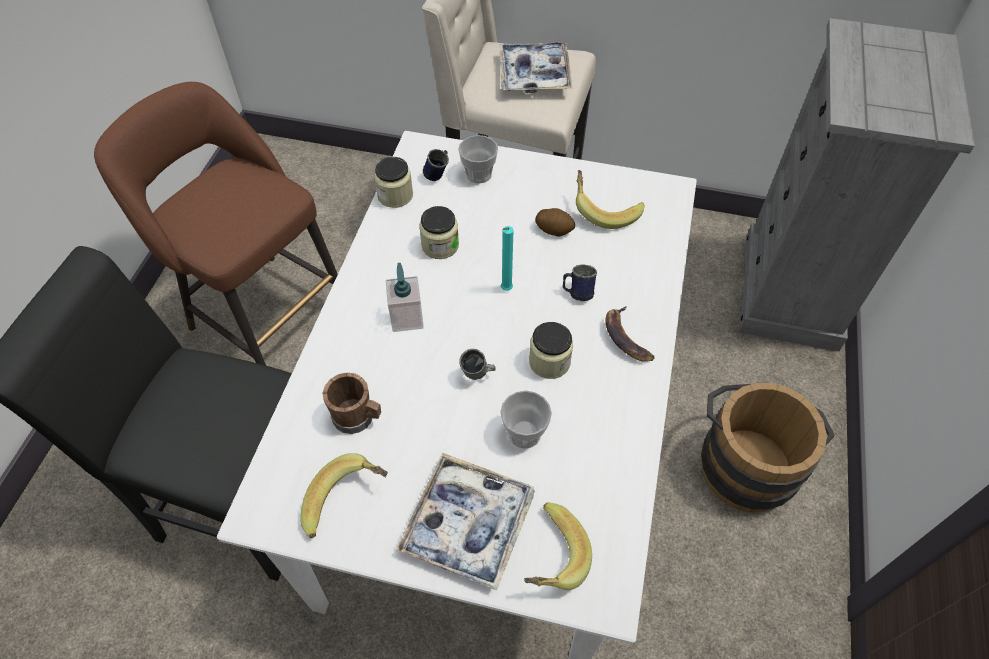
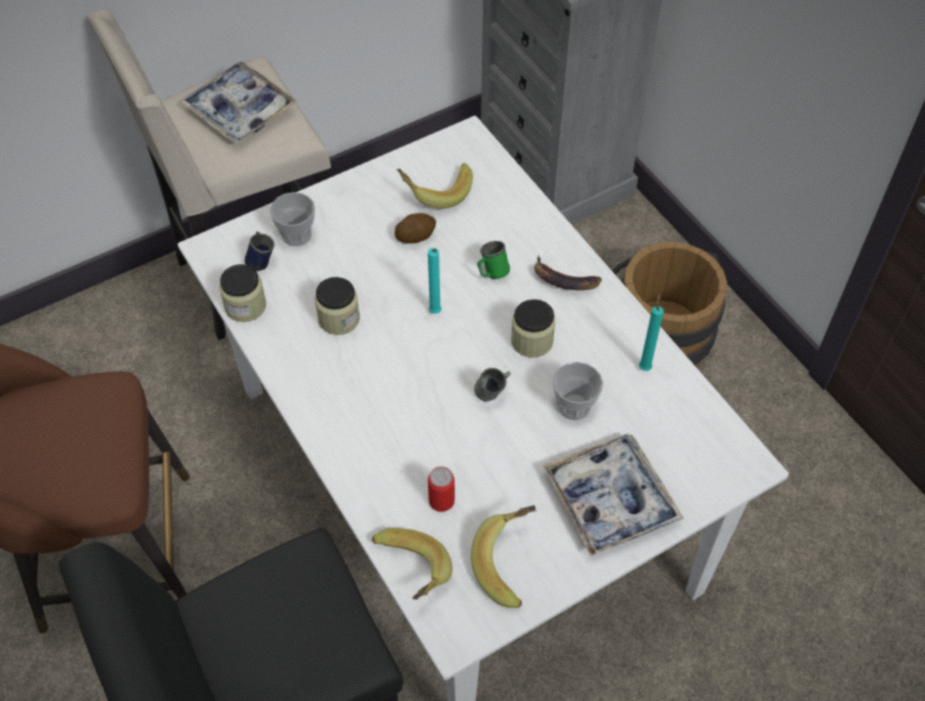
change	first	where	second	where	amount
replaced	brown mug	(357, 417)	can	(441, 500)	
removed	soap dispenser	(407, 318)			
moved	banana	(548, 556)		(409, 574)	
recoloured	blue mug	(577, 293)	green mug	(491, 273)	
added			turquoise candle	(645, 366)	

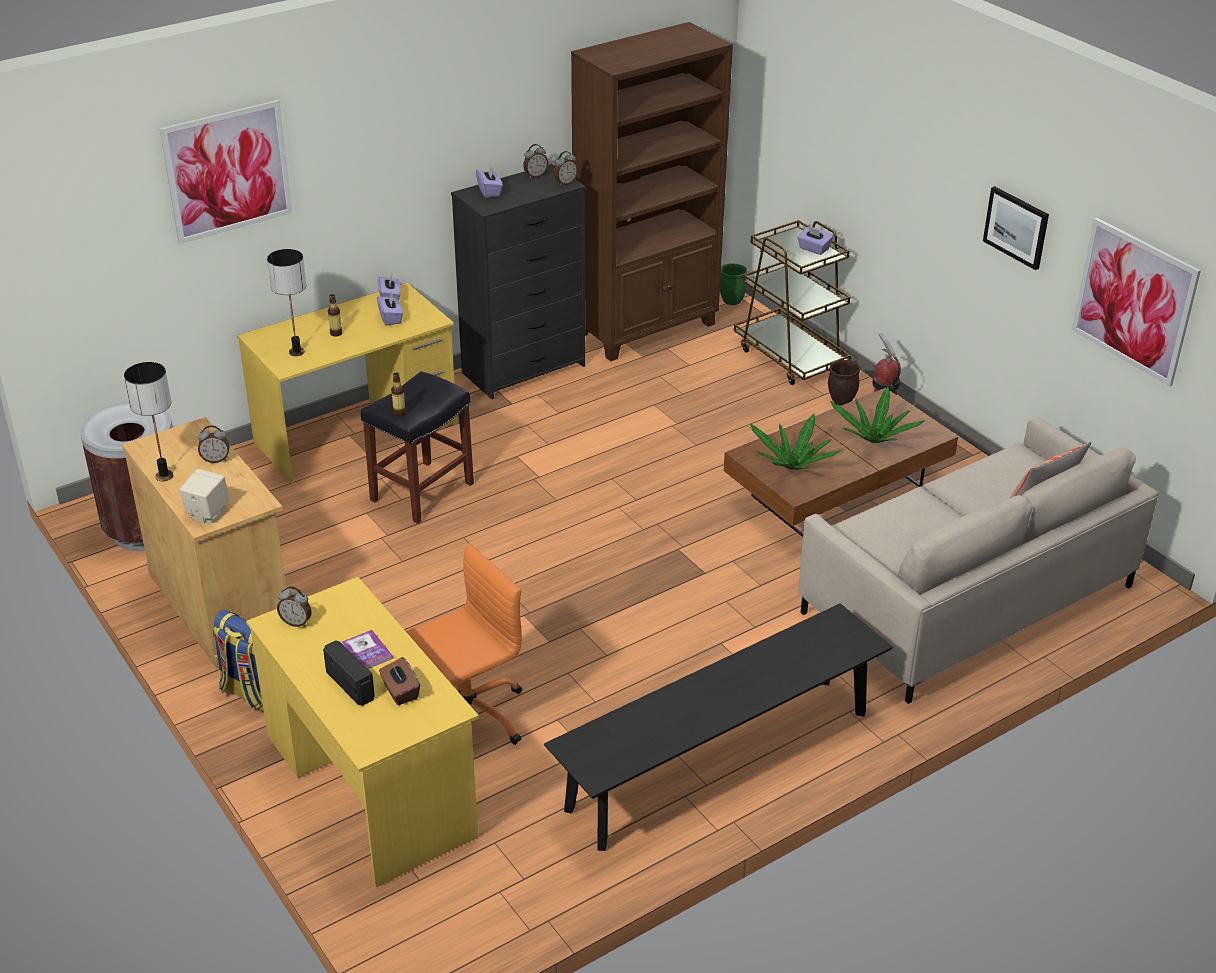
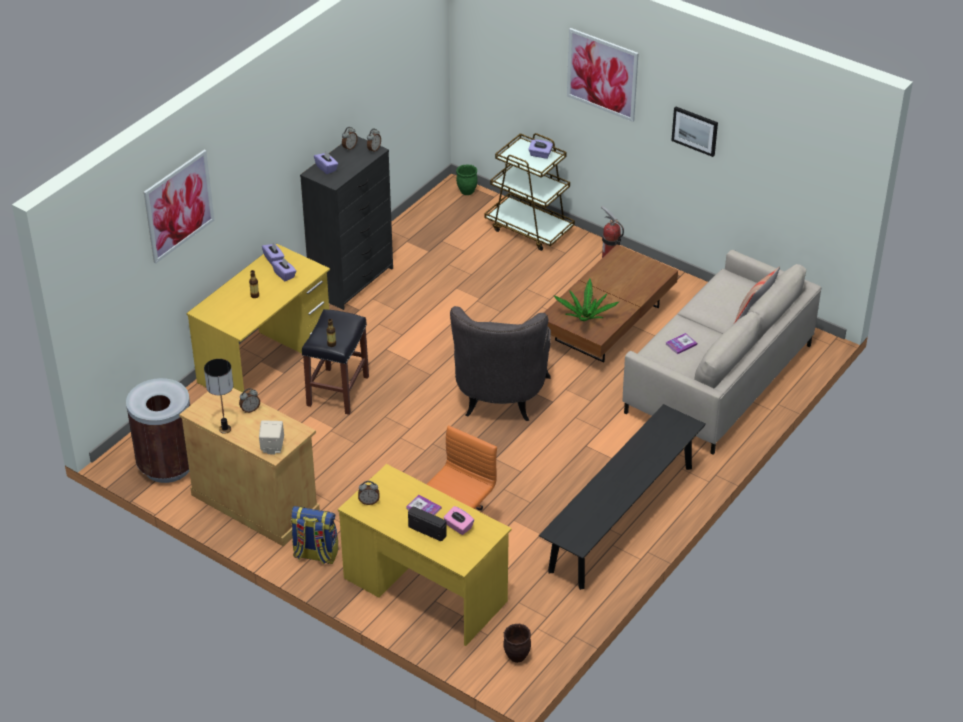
change	first	where	second	where	amount
removed	table lamp	(296, 352)			
recoloured	brown tissue box	(400, 692)	pink tissue box	(458, 527)	
removed	brown bookcase	(647, 329)			
moved	brown planter	(841, 400)		(516, 656)	
removed	potted plant	(873, 439)			
moved	picture	(1134, 301)		(602, 74)	
added			grey armchair	(500, 399)	
added			book	(681, 344)	

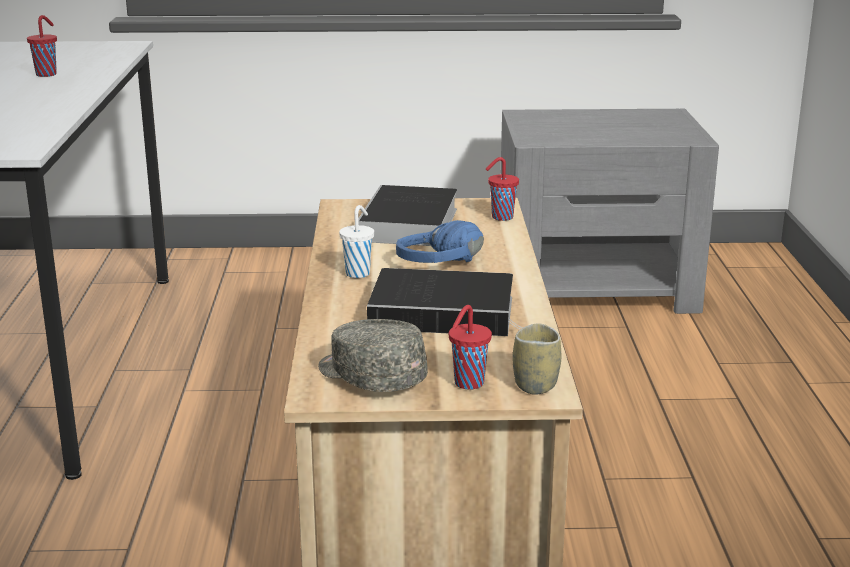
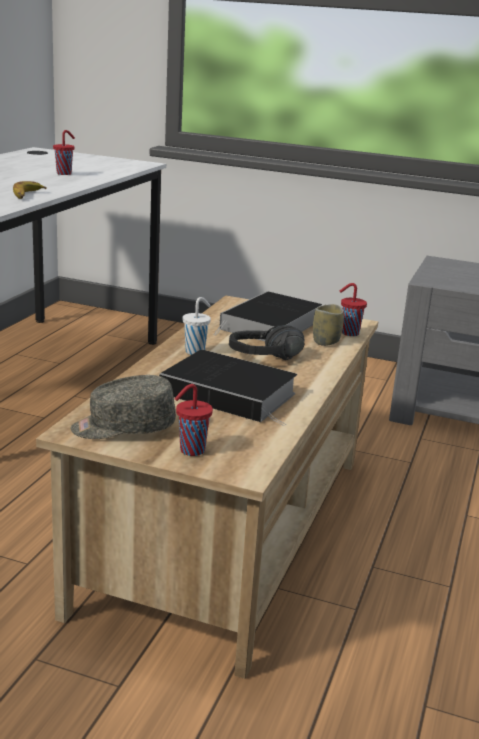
change	first	where	second	where	amount
turned	grey cap	(370, 377)		(123, 428)	75 degrees counterclockwise
recoloured	blue headphones	(449, 267)	black headphones	(269, 361)	
moved	cup	(535, 385)		(326, 341)	
added			banana	(27, 195)	

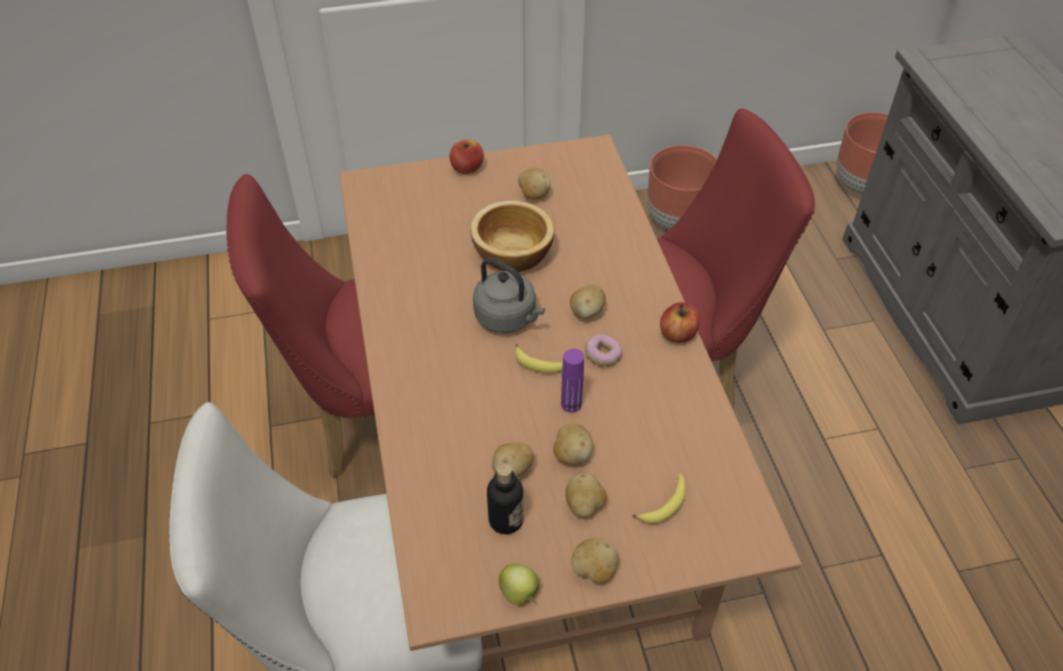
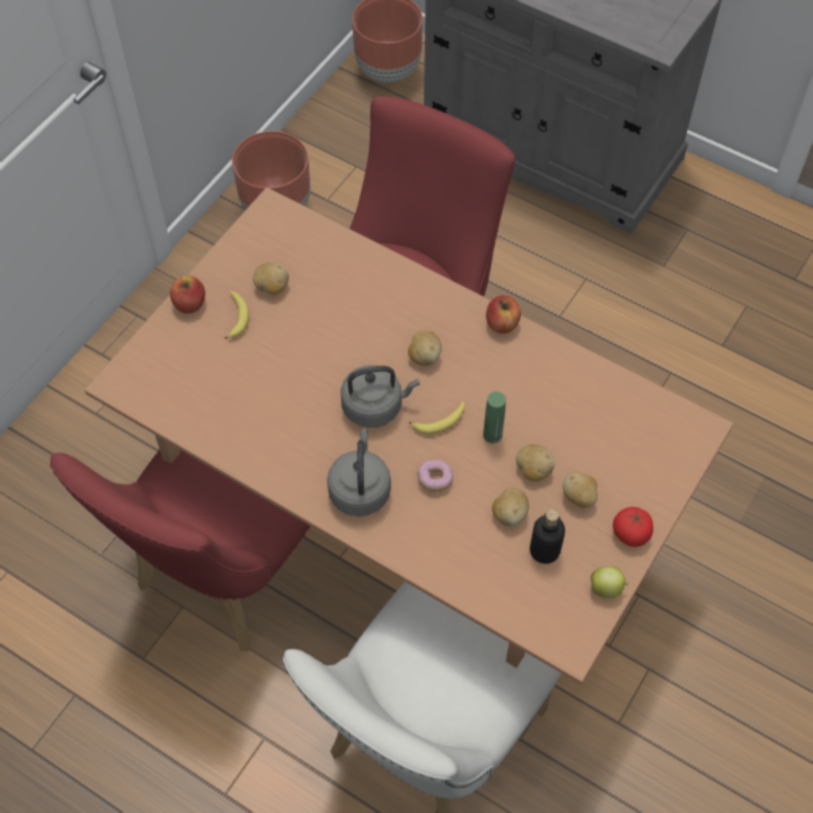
change	first	where	second	where	amount
removed	bowl	(511, 254)			
recoloured	purple bottle	(571, 404)	green bottle	(492, 435)	
replaced	potato	(594, 570)	tomato	(631, 533)	
moved	donut	(603, 356)		(435, 479)	
moved	banana	(665, 505)		(237, 317)	
added			grey kettle	(360, 489)	

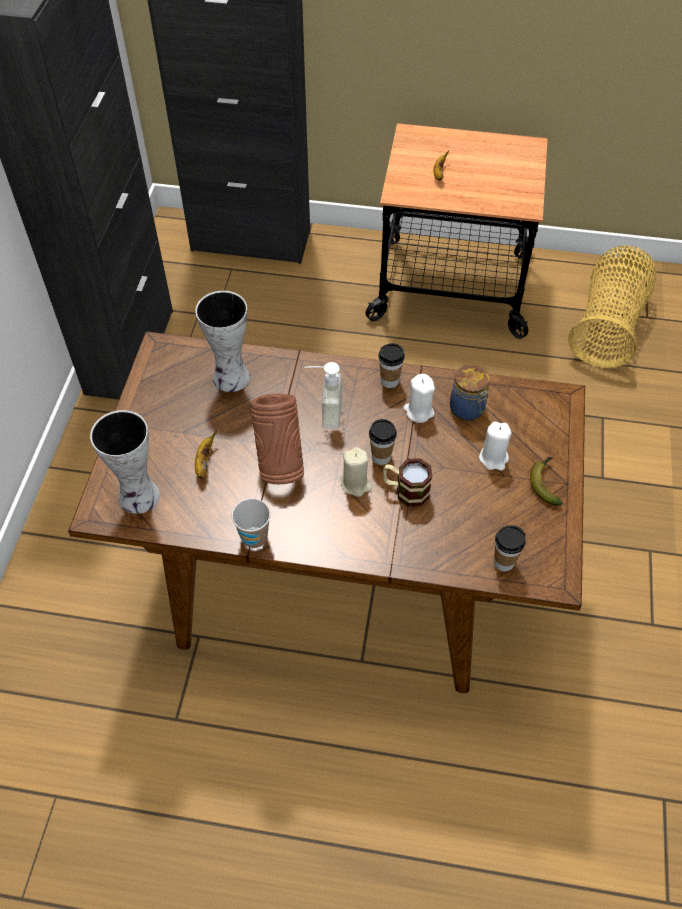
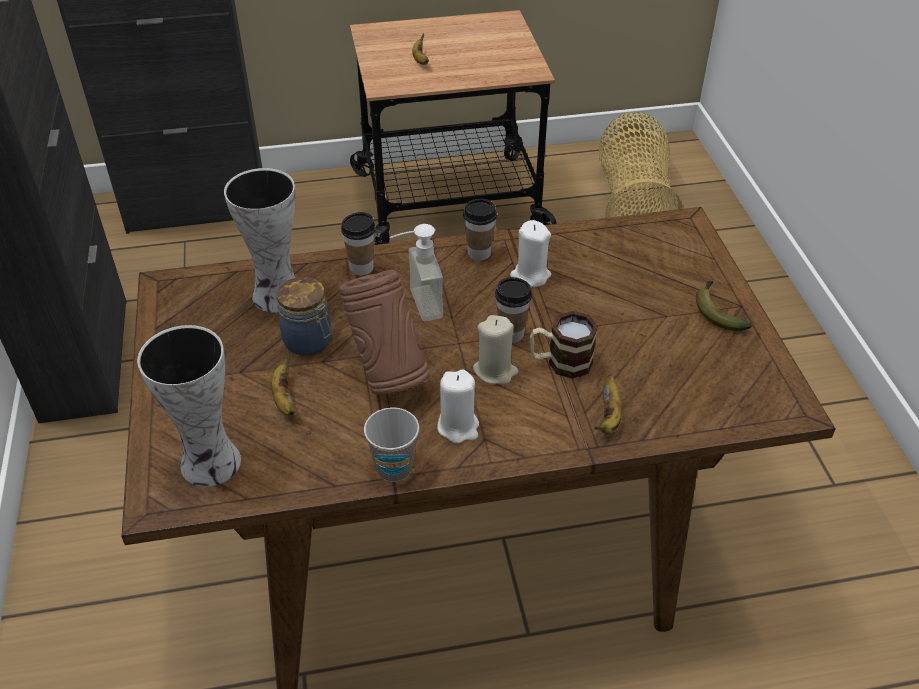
change	first	where	second	where	amount
moved	jar	(468, 410)		(309, 342)	
moved	white candle	(493, 458)		(458, 427)	
moved	cup	(503, 562)		(361, 268)	
added			banana	(608, 417)	

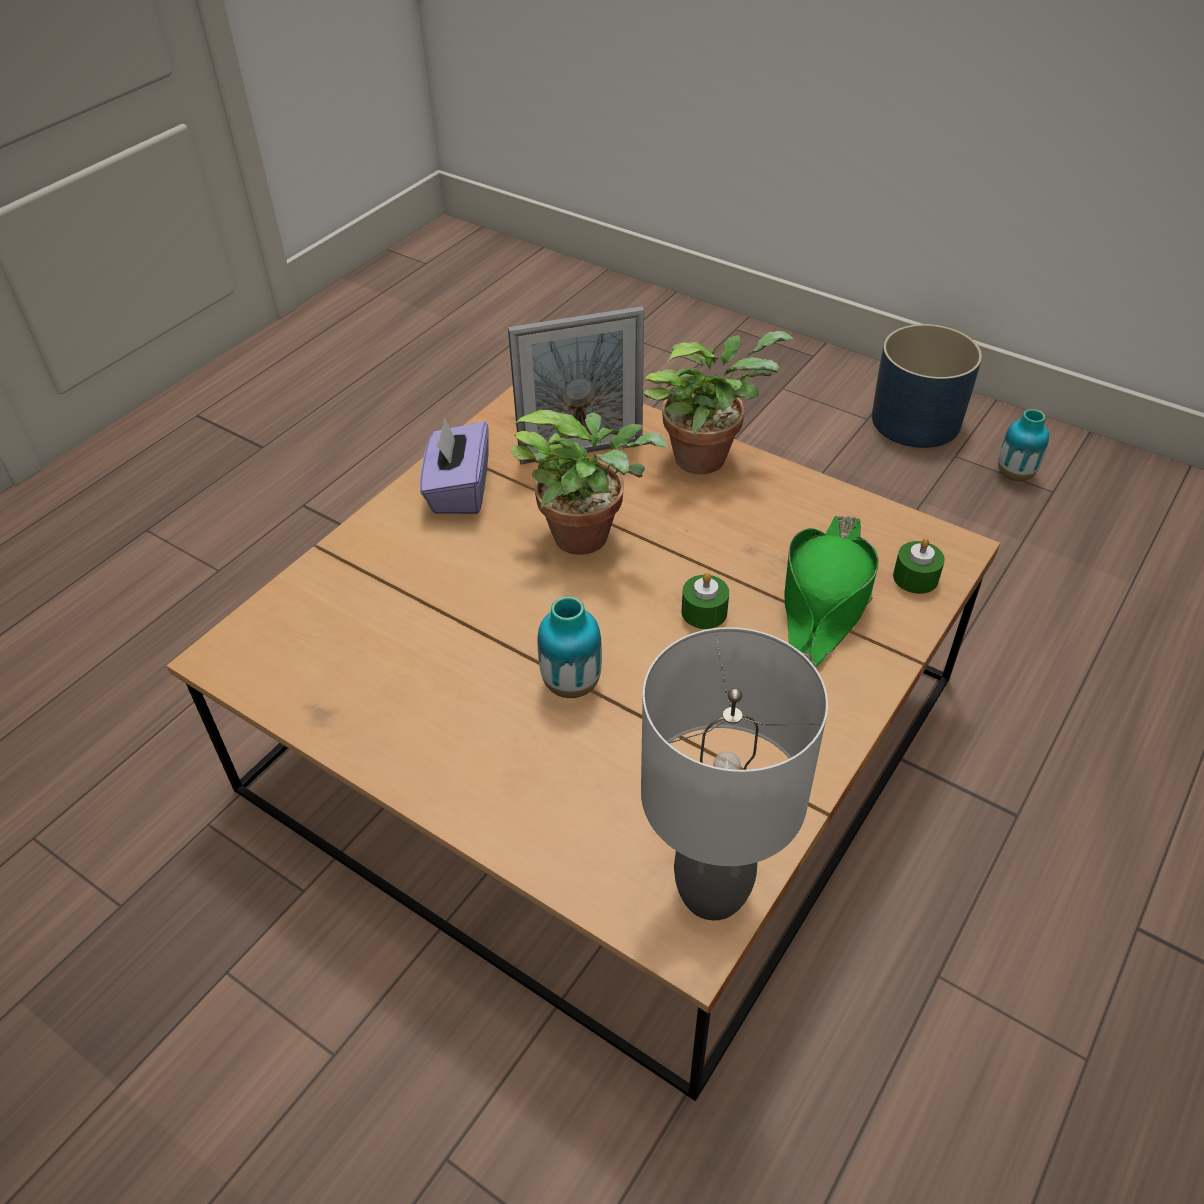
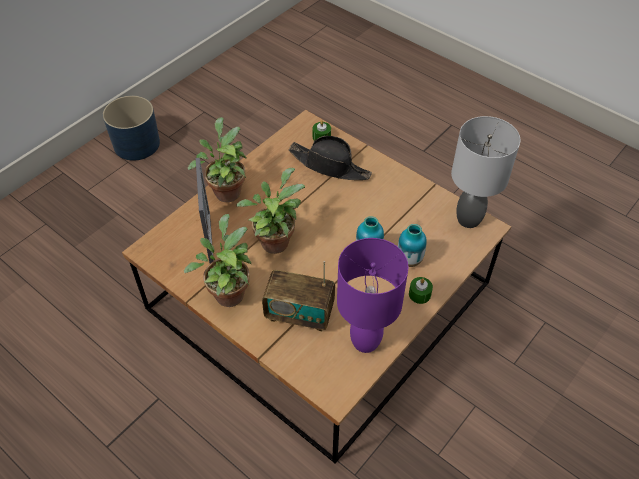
change	first	where	second	where	amount
replaced	purple tissue box	(459, 490)	potted plant	(228, 292)	
moved	green candle	(704, 612)		(419, 294)	
recoloured	green hat	(824, 600)	black hat	(330, 166)	
moved	vase	(1014, 475)		(409, 260)	
added			radio	(299, 314)	
added			purple table lamp	(366, 341)	

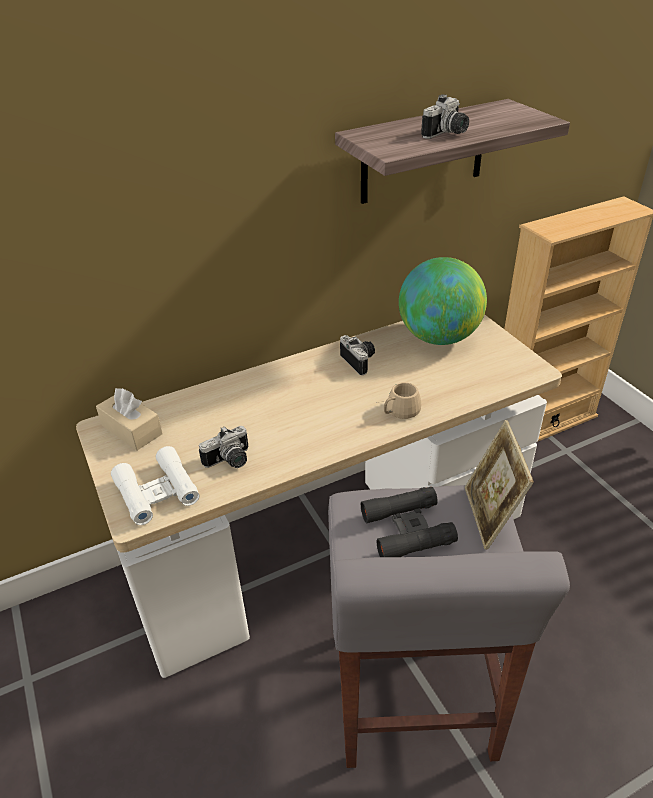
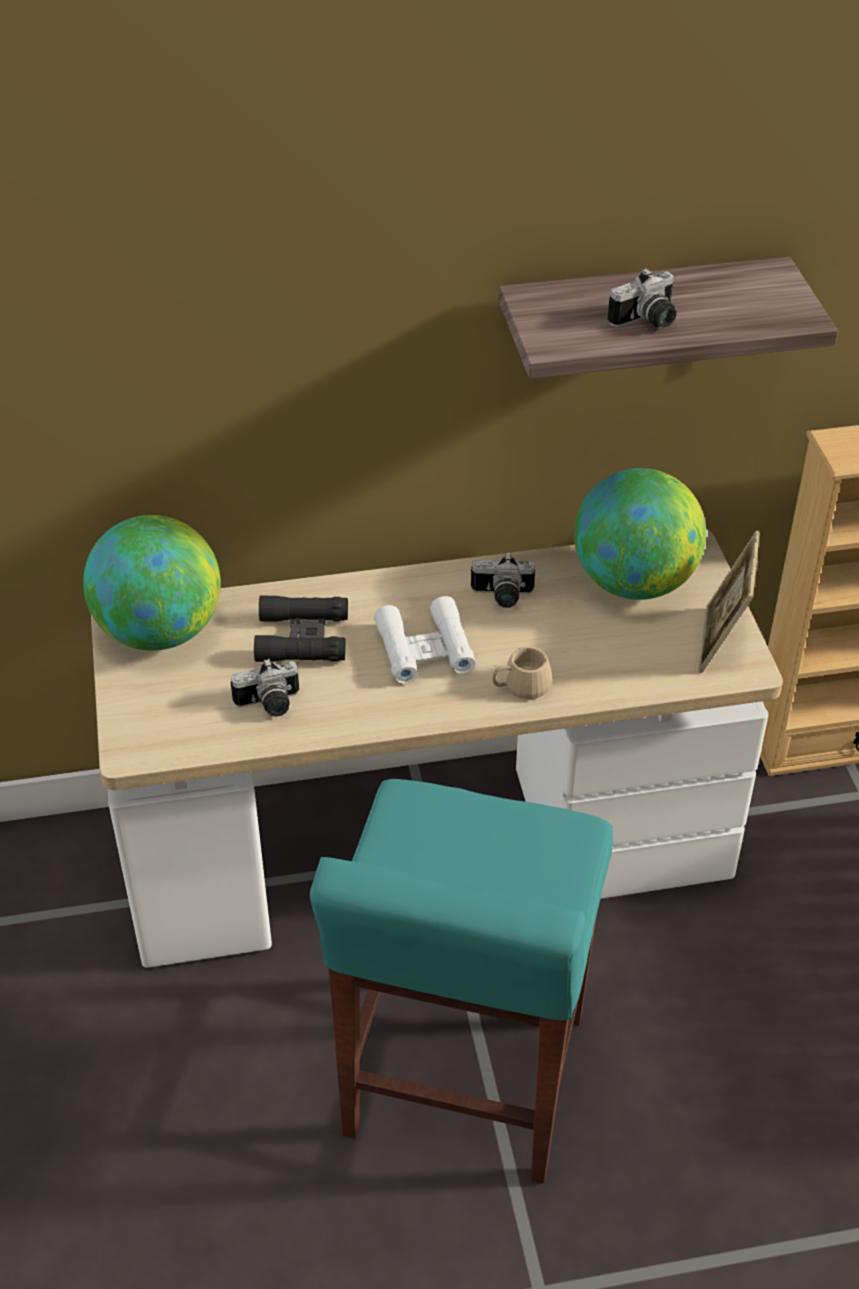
change	first	where	second	where	amount
replaced	beige tissue box	(132, 429)	globe	(159, 631)	
moved	white binoculars	(157, 492)		(424, 649)	
recoloured	grey stool	(413, 697)	turquoise stool	(463, 1079)	
turned	photo camera	(361, 361)		(502, 597)	105 degrees clockwise
moved	black binoculars	(407, 529)		(302, 638)	
moved	picture frame	(490, 516)		(721, 642)	

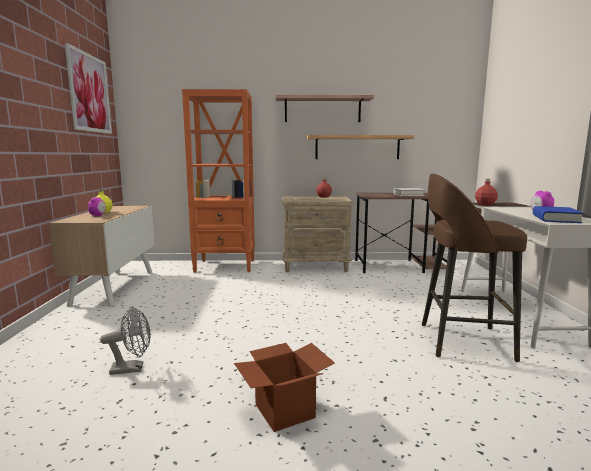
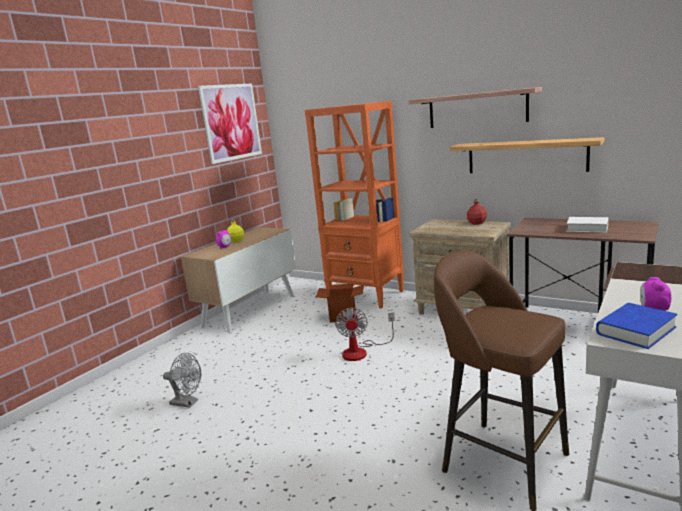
change	first	where	second	where	amount
moved	cardboard box	(285, 411)		(343, 316)	
removed	red bottle	(485, 204)			
added			fan	(361, 351)	

